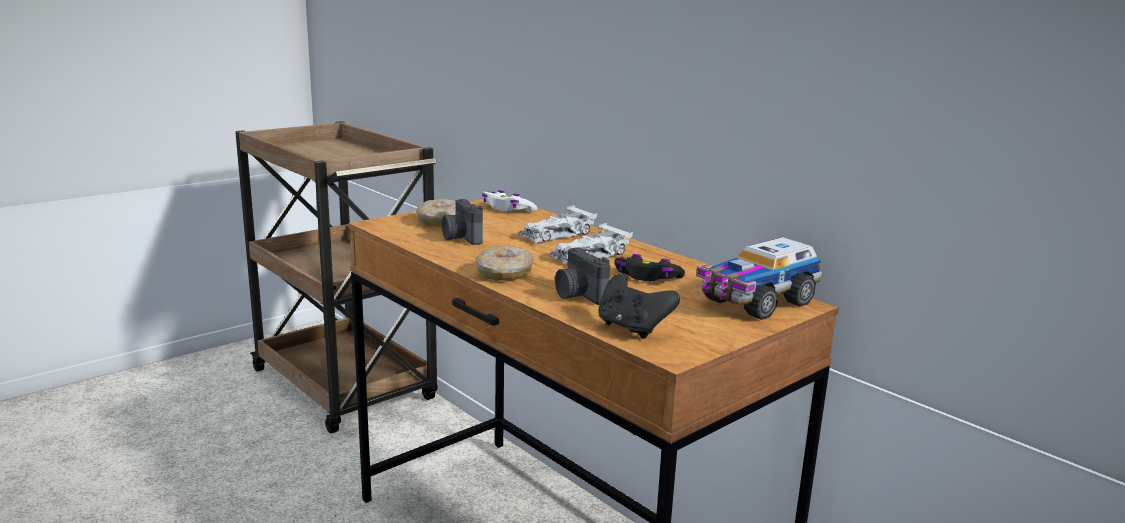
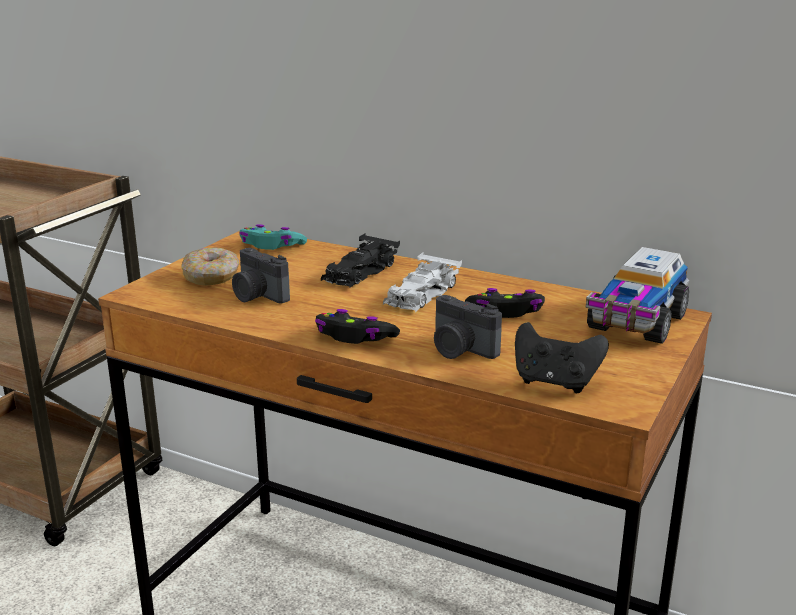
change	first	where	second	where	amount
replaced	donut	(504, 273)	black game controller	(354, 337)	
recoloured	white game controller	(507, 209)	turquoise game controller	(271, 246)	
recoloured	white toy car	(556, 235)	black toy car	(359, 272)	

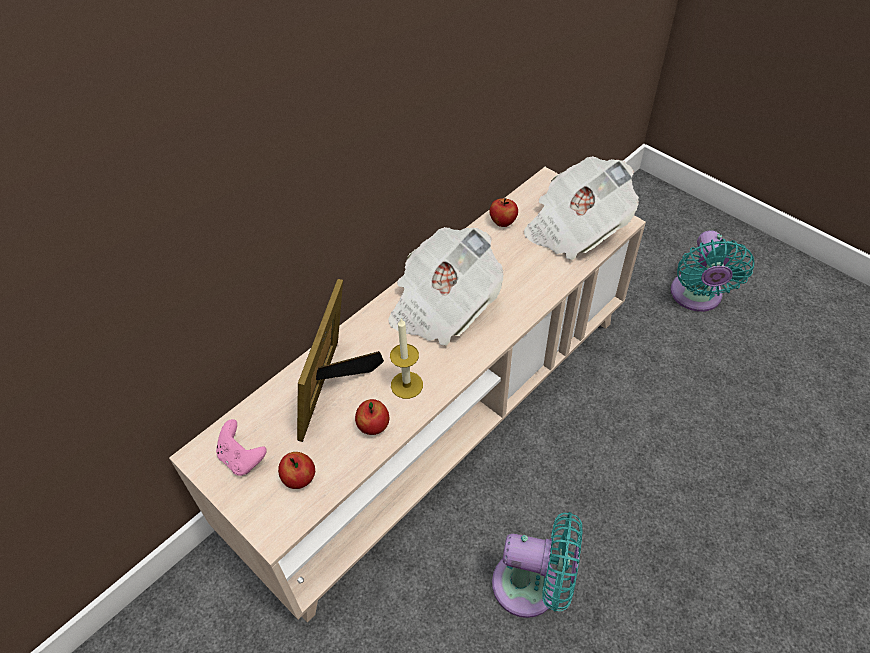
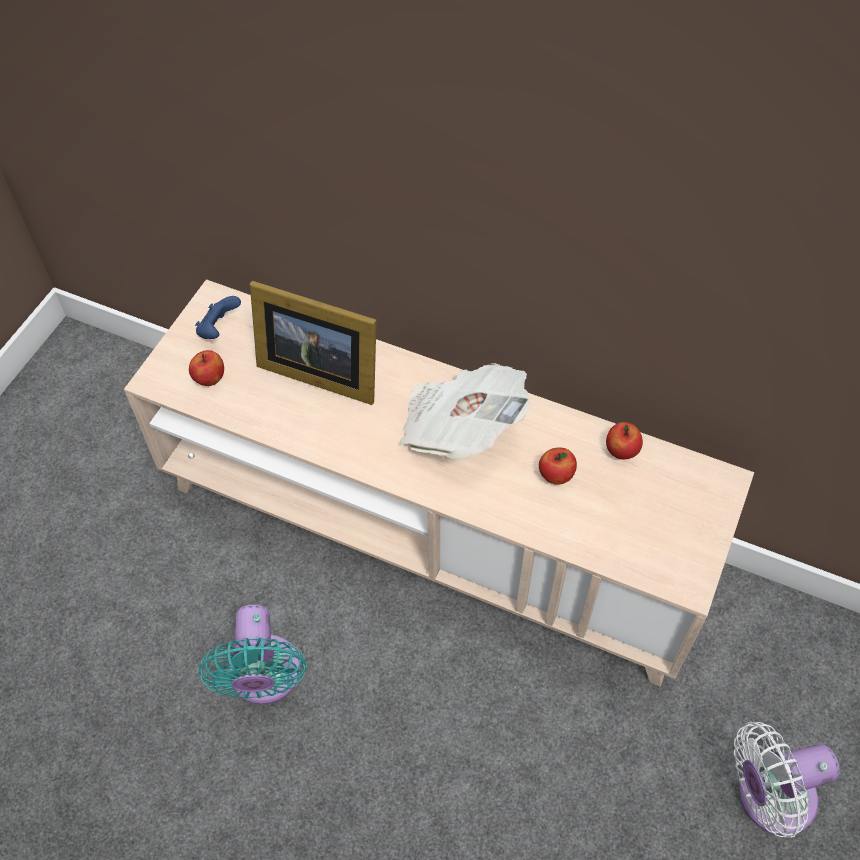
change	first	where	second	where	amount
recoloured	pink game controller	(242, 458)	blue game controller	(219, 329)	
turned	picture frame	(335, 388)		(318, 370)	150 degrees counterclockwise
moved	apple	(373, 427)		(555, 475)	
removed	candle	(406, 385)			
removed	newspaper	(575, 228)			
recoloured	turquoise fan	(696, 297)	white fan	(768, 797)	

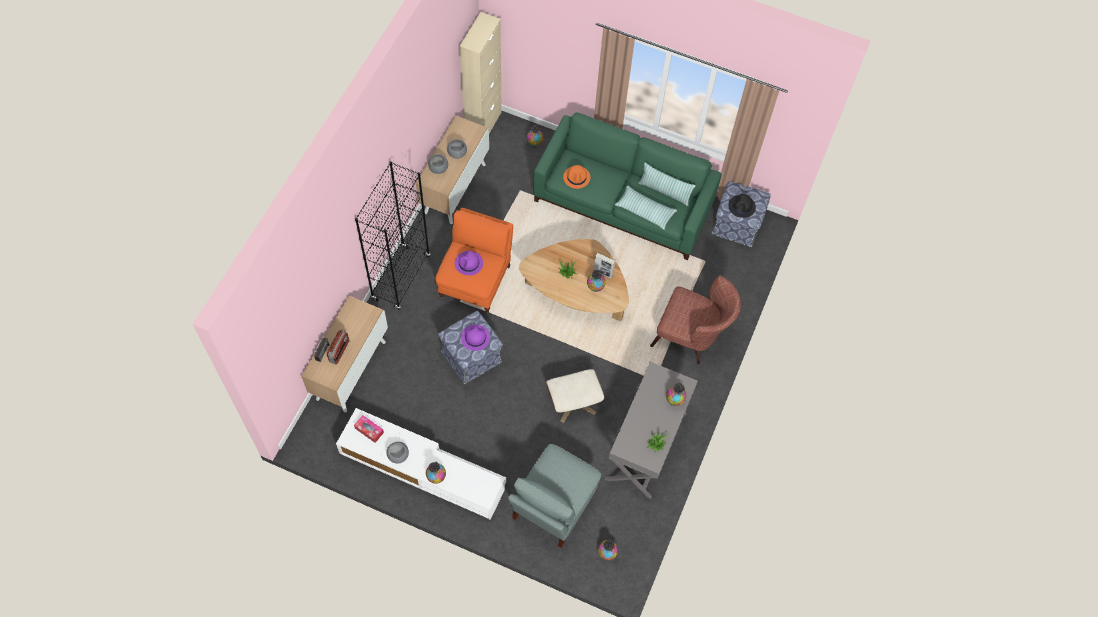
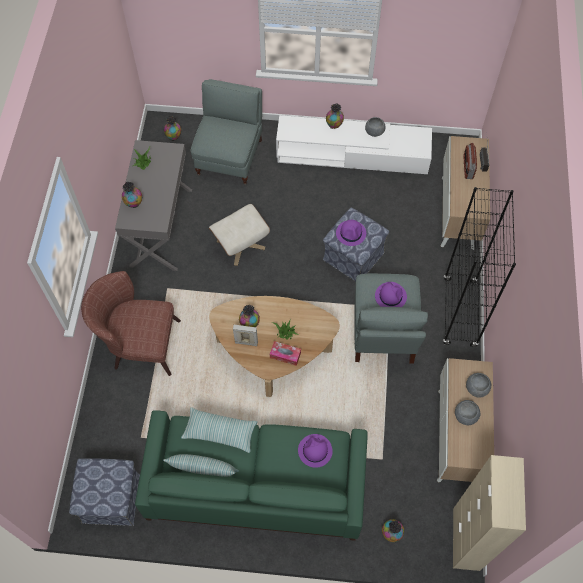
change	first	where	second	where	amount
moved	tissue box	(369, 430)		(285, 355)	
recoloured	orange armchair	(475, 281)	grey armchair	(383, 333)	
recoloured	orange hat	(577, 177)	purple hat	(314, 451)	
removed	black hat	(742, 207)			

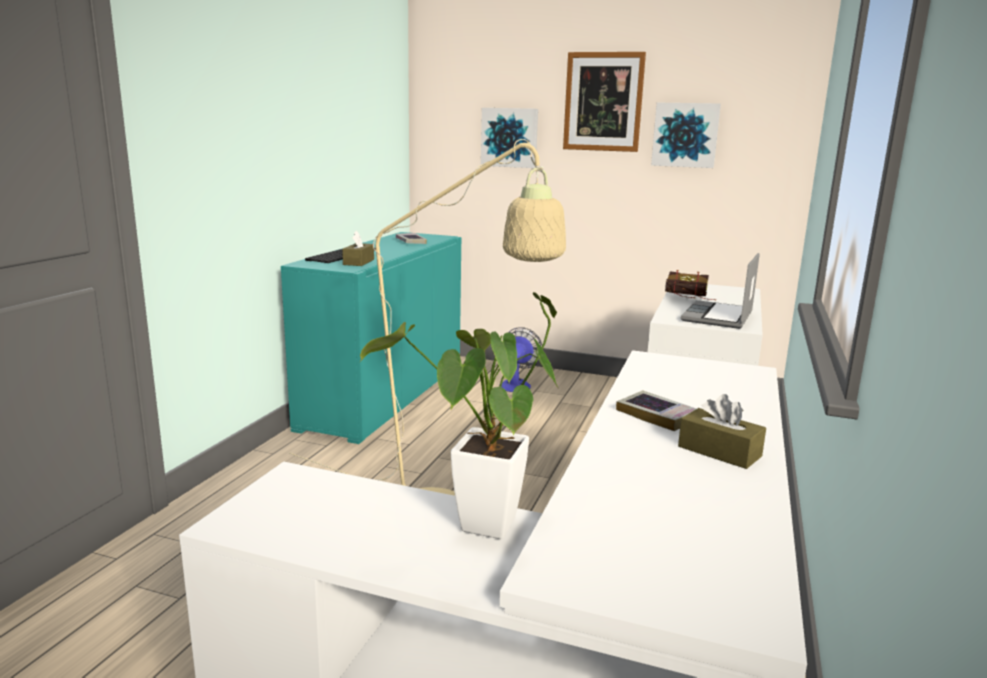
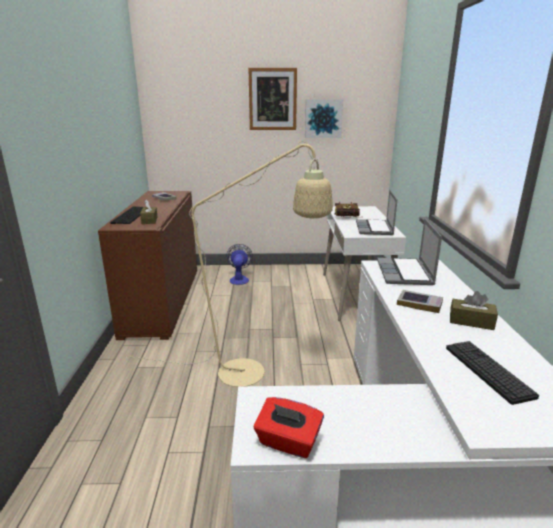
change	first	where	second	where	amount
recoloured	turquoise cabinet	(385, 395)	brown cabinet	(163, 301)	
removed	potted plant	(482, 532)			
removed	picture	(510, 137)			
added			red tissue box	(288, 442)	
added			laptop	(405, 273)	
added			keyboard	(488, 371)	

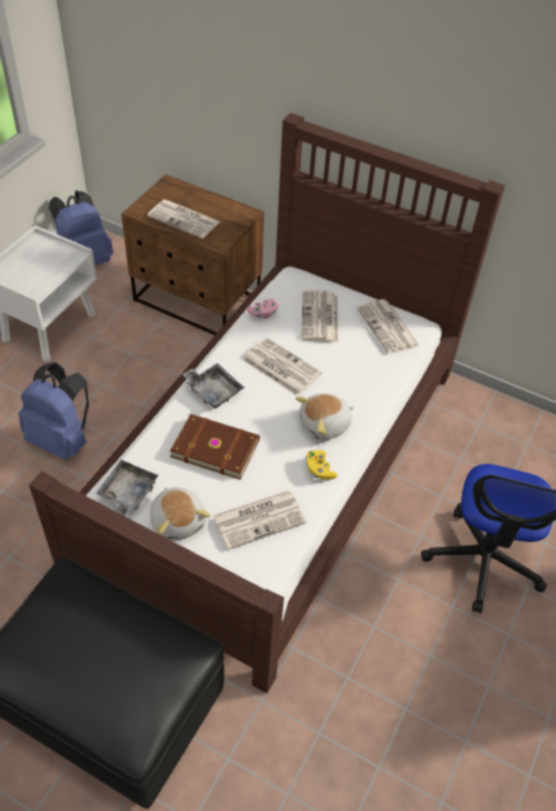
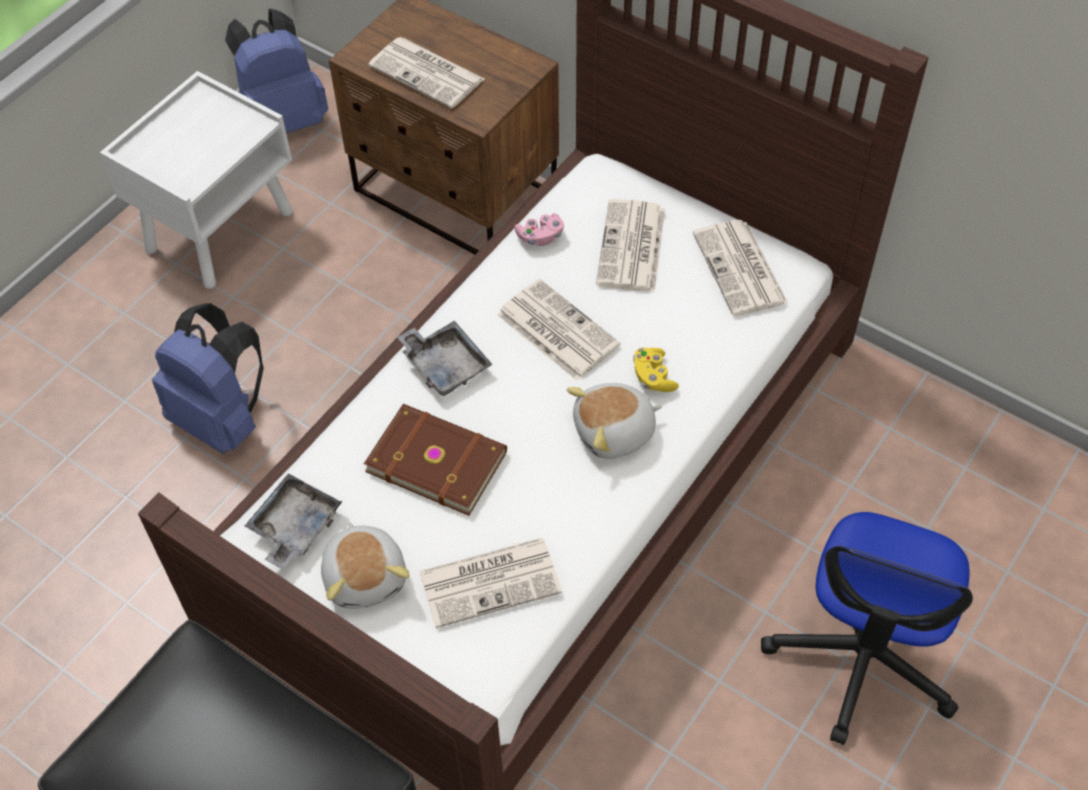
change	first	where	second	where	amount
moved	yellow game controller	(319, 470)		(653, 377)	

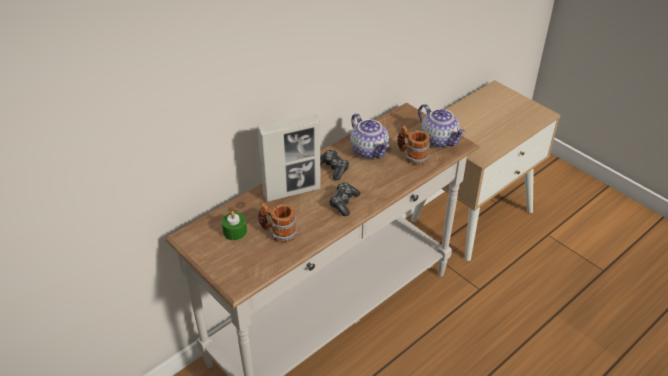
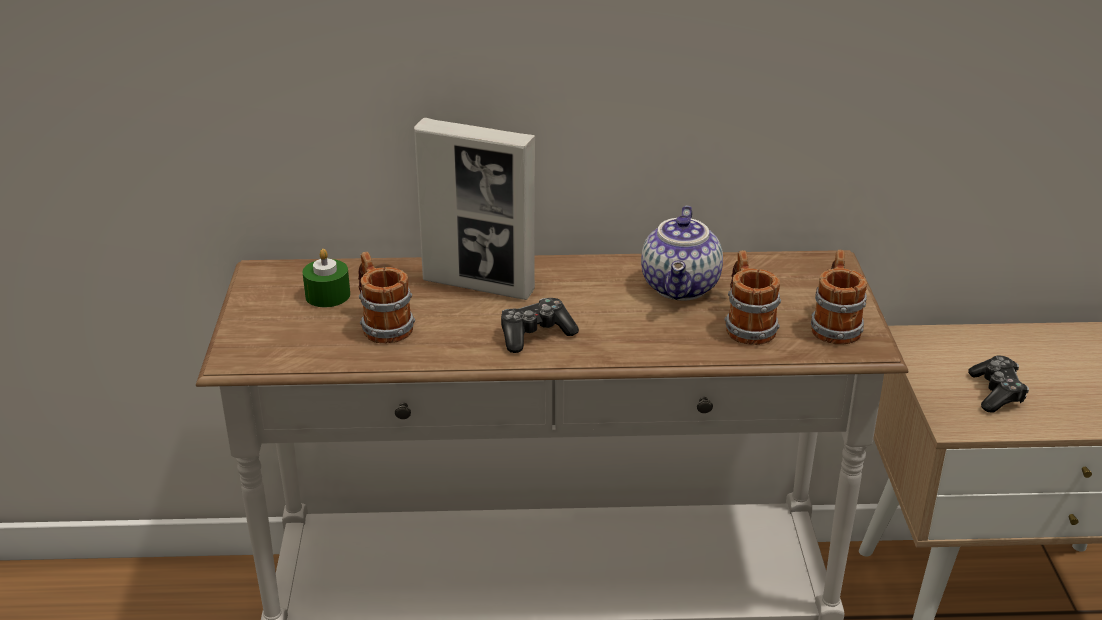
change	first	where	second	where	amount
moved	game controller	(333, 168)		(996, 393)	
replaced	teapot	(439, 140)	mug	(835, 325)	

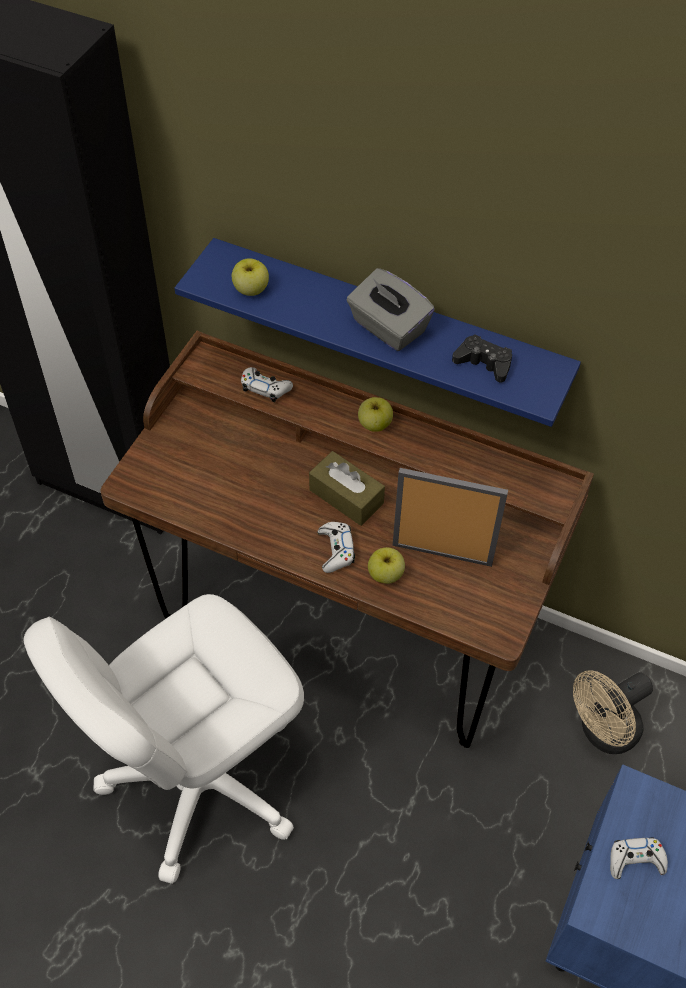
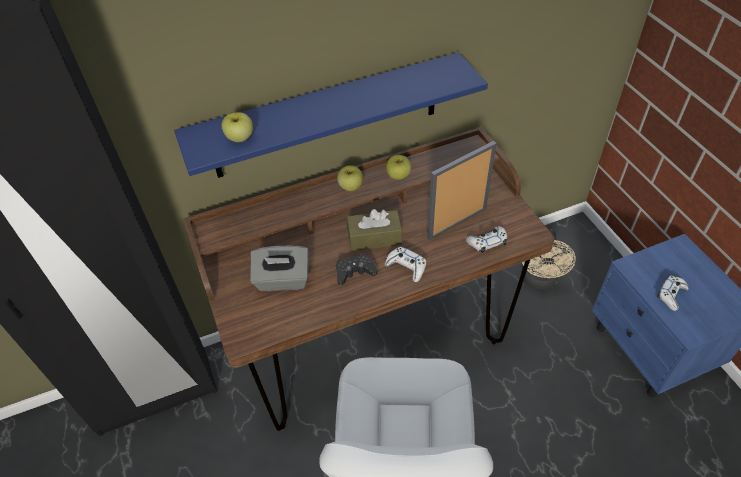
change	first	where	second	where	amount
moved	white game controller	(265, 388)		(487, 242)	
moved	grey tissue box	(388, 328)		(282, 280)	
moved	apple	(385, 575)		(398, 176)	
moved	black game controller	(484, 363)		(354, 272)	

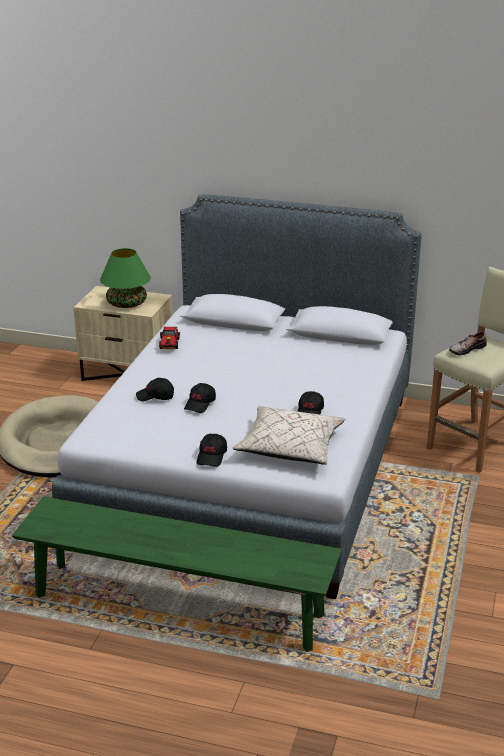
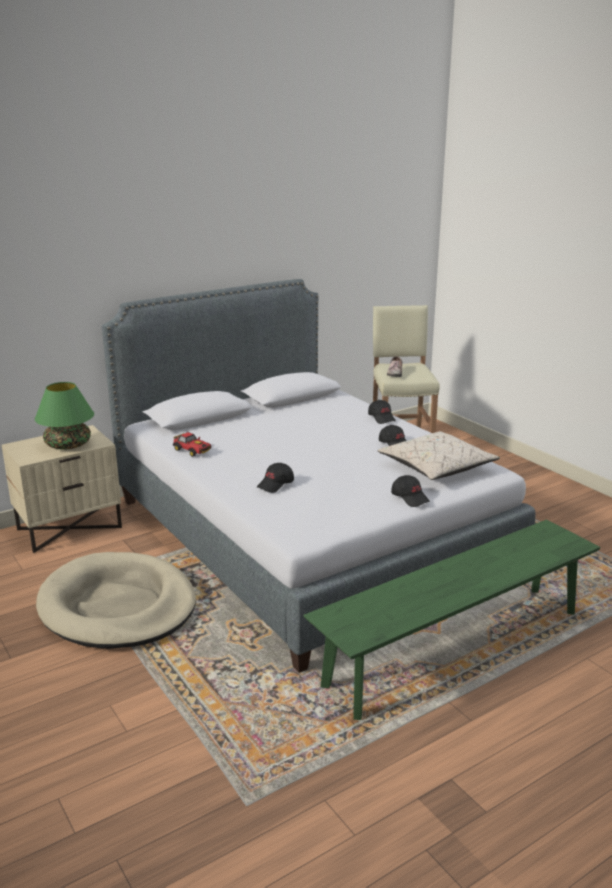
change	first	where	second	where	amount
moved	black cap	(200, 404)		(382, 418)	

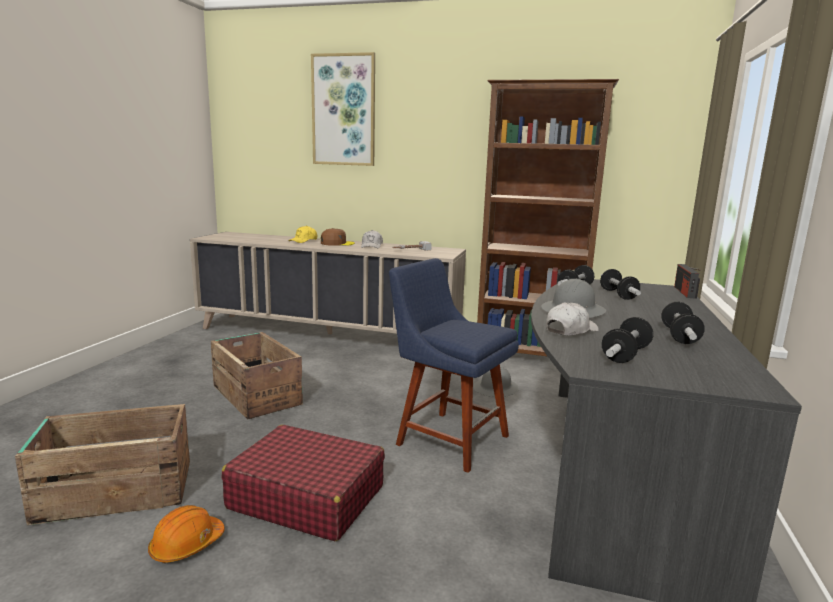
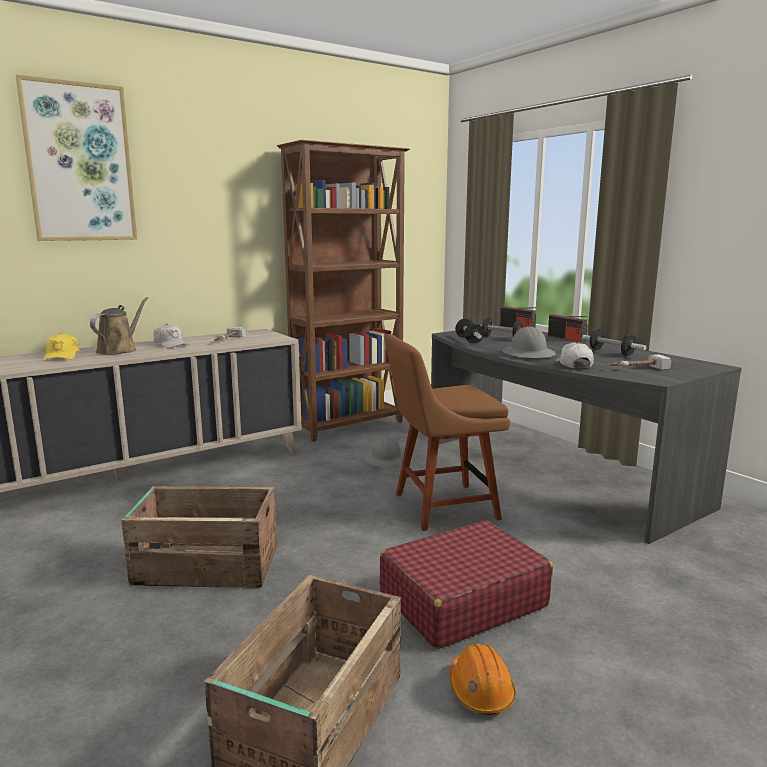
change	first	where	second	where	amount
replaced	brown cap	(337, 243)	brown watering can	(119, 350)	
recoloured	blue chair	(448, 438)	brown chair	(440, 507)	
replaced	dumbbell	(625, 355)	hammer	(637, 368)	
added			radio	(566, 338)	

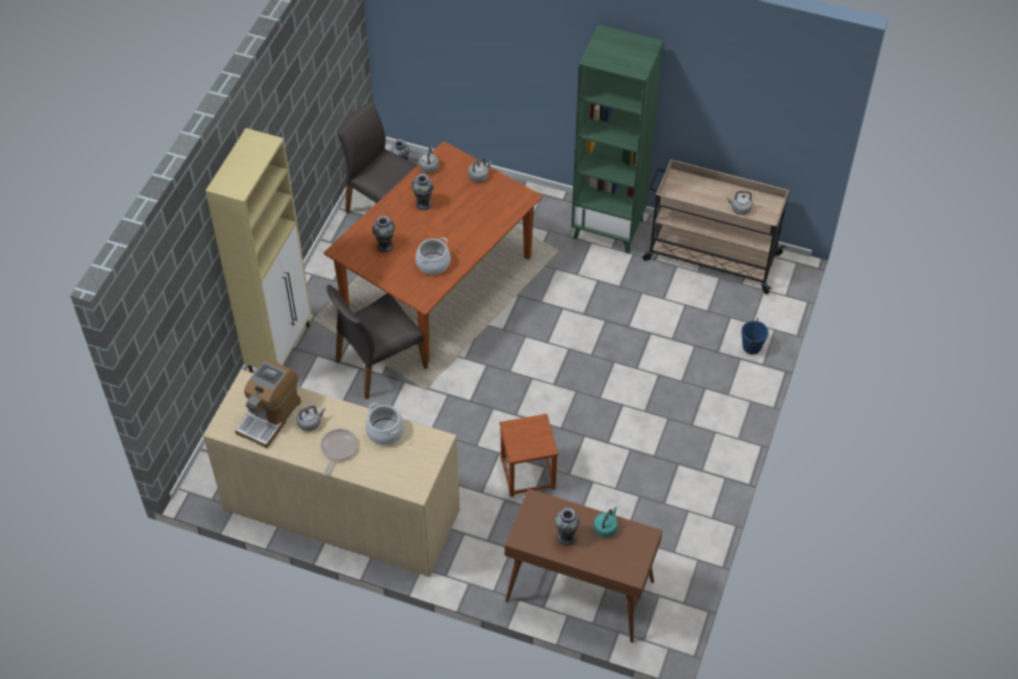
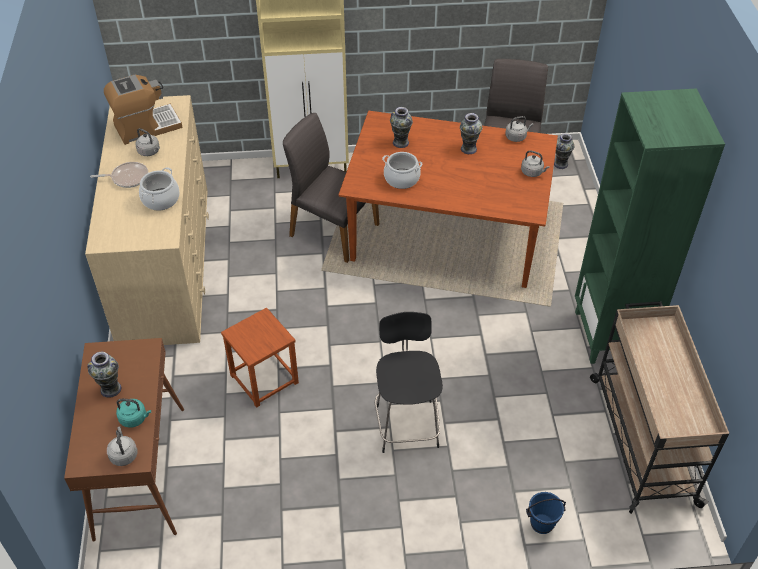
change	first	where	second	where	amount
turned	coffee machine	(269, 416)		(146, 127)	150 degrees clockwise
moved	grey kettle	(739, 209)		(123, 454)	
added			black stool	(407, 423)	

